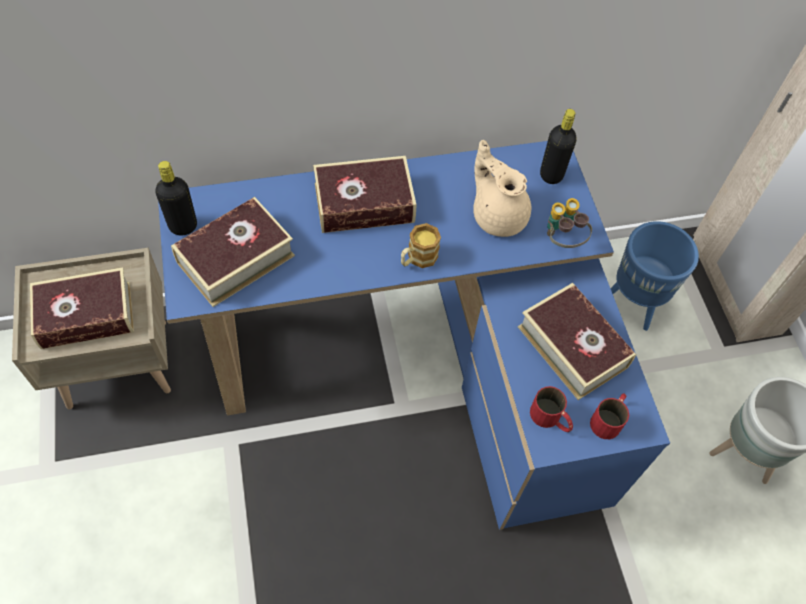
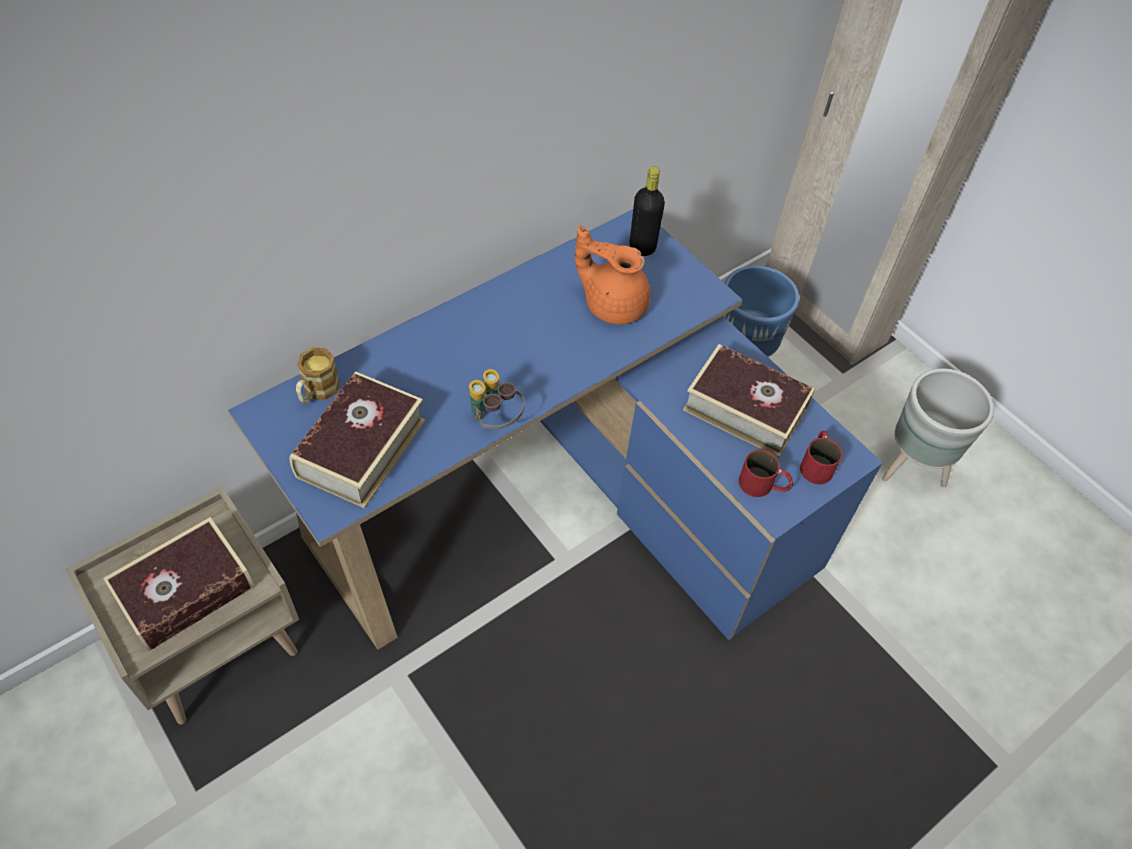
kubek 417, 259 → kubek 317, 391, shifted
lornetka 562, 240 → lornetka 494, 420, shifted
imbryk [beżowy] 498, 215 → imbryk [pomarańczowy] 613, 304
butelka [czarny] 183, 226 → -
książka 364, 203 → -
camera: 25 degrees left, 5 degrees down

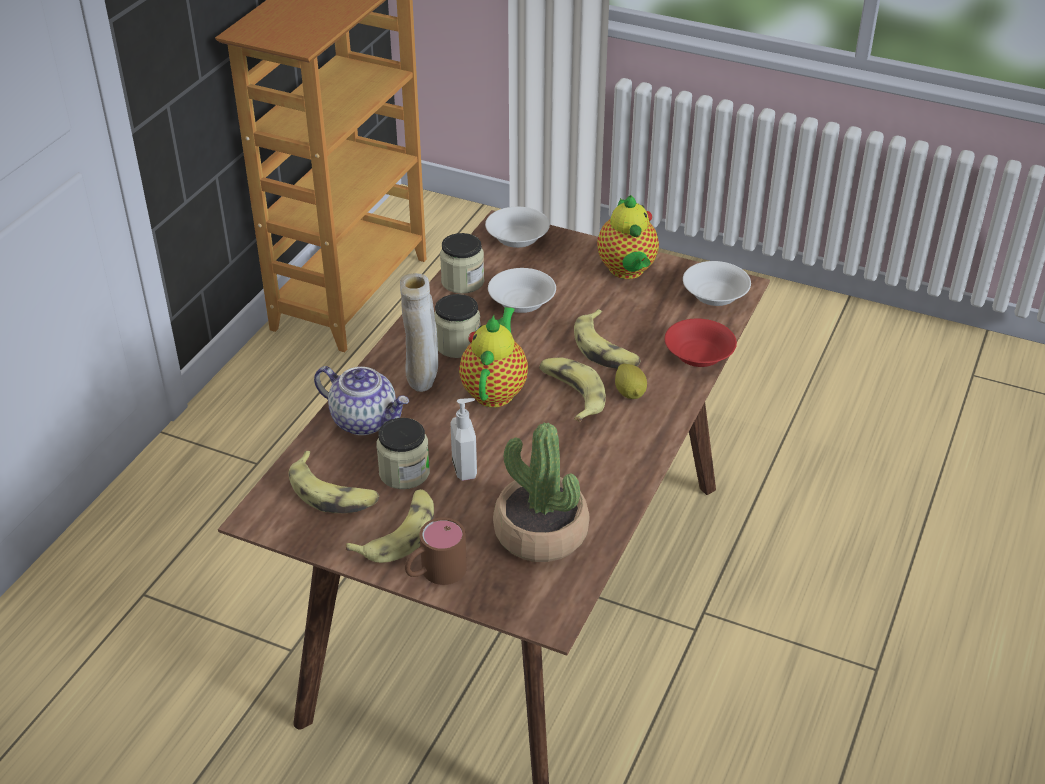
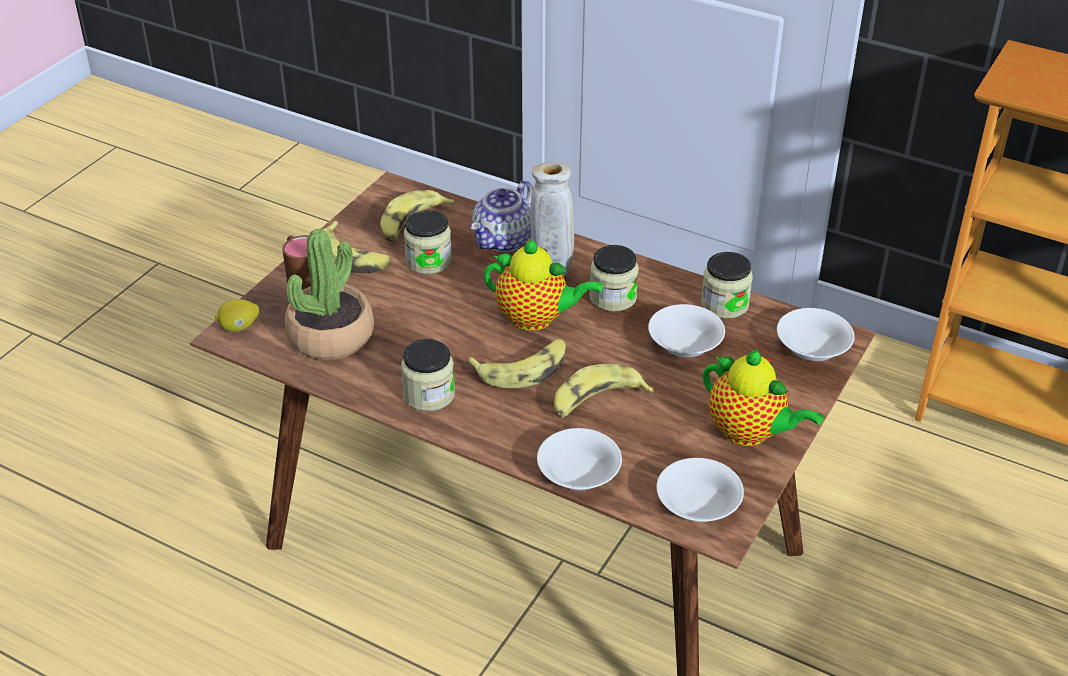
cytryna 630, 393 → cytryna 239, 327, shifted
- → słoik 429, 395
miska [czerwony] 697, 355 → miska [biały] 579, 473
imbryk 627, 271 → imbryk 750, 433, 135 degrees counterclockwise
dozownik mydła 465, 469 → -
camera: 95 degrees right, 0 degrees up

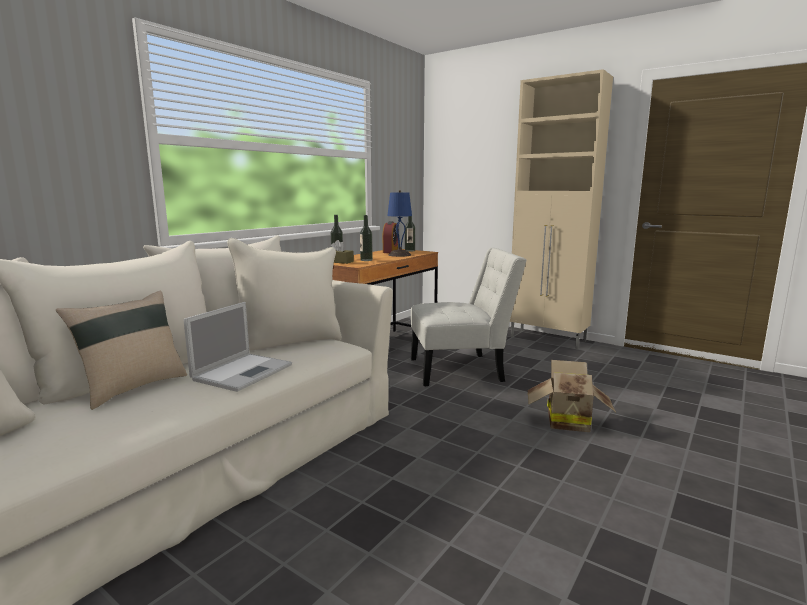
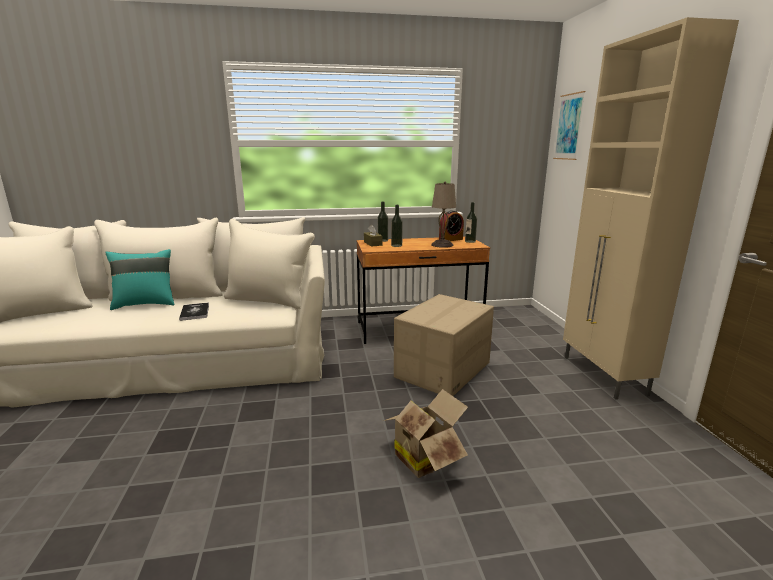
poduszka [beżowy] 133, 387 → poduszka [turkusowy] 146, 304
laptop 244, 372 → książka 195, 312
krzesło [biały] 461, 370 → karton 443, 370
lampa stołowa [niebieski] 400, 255 → lampa stołowa [beżowy] 442, 245
- → obraz 568, 127
camera: 45 degrees right, 5 degrees up

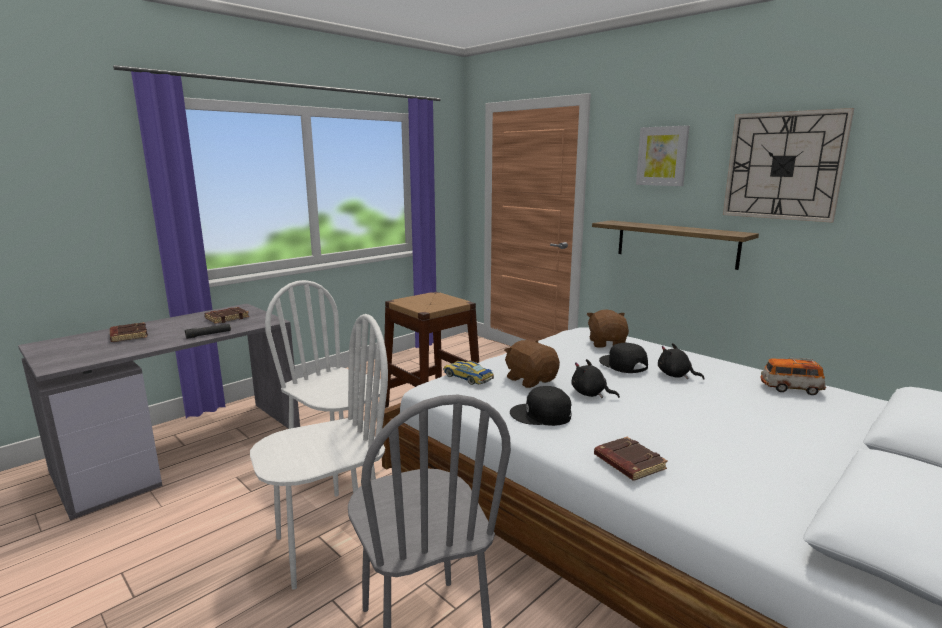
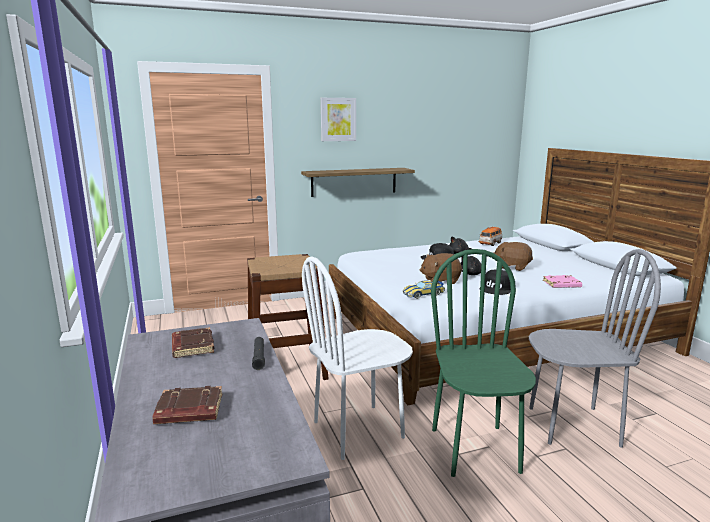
krzesło [biały] 329, 547 → krzesło [zielony] 475, 450
pluszak [brązowy] 607, 343 → pluszak [brązowy] 512, 267, shifted
książka [brązowy] 628, 463 → książka [różowy] 561, 284
zegar ścienny 783, 166 → -
camera: 65 degrees left, 0 degrees up

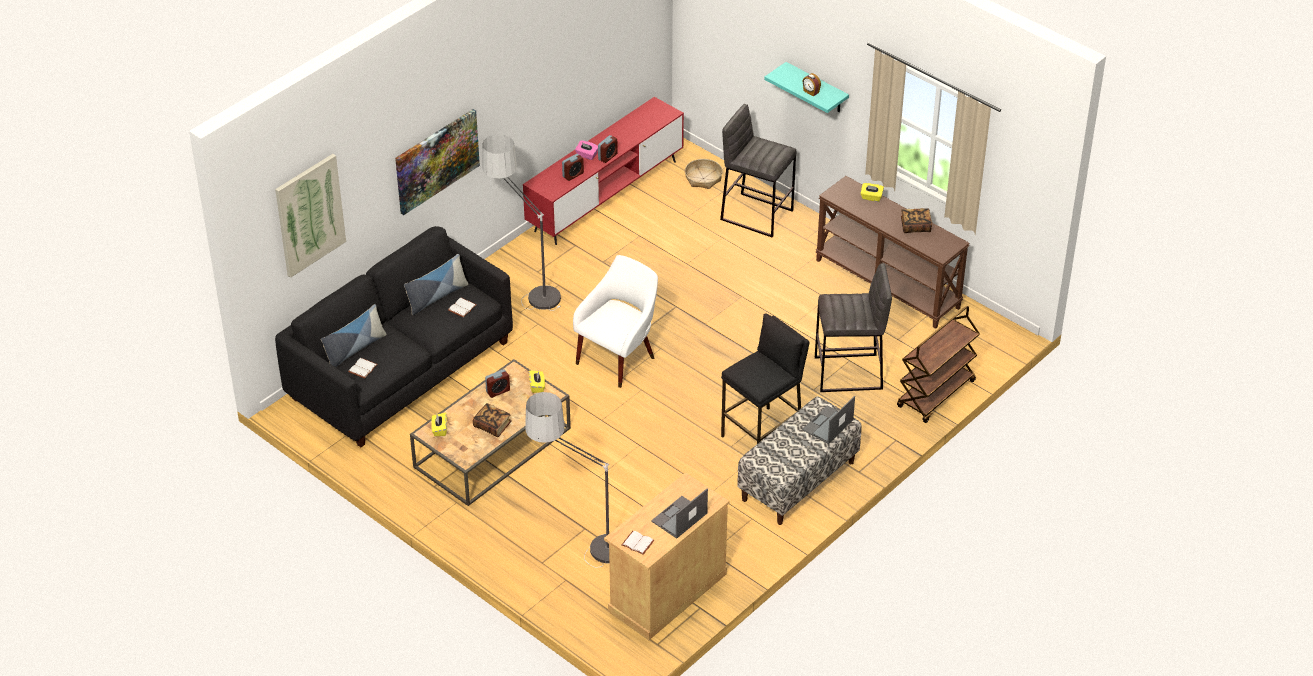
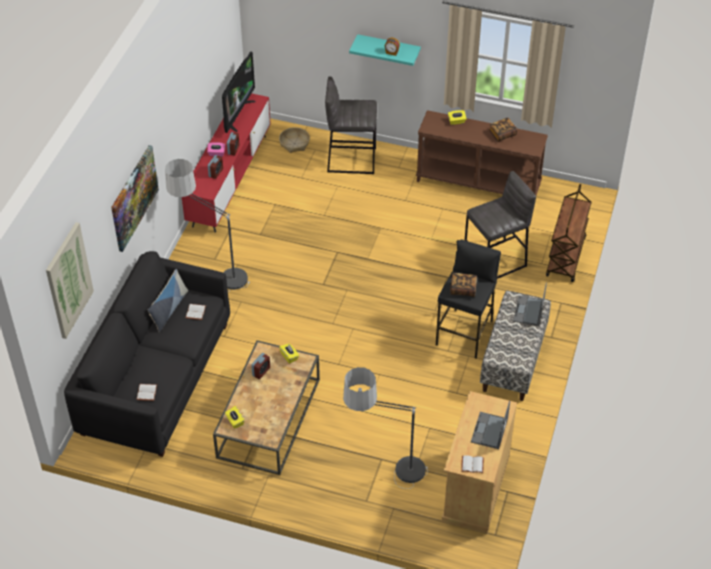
- → telewizor 237, 114
książka 492, 426 → książka 463, 289, shifted
poduszka 355, 349 → -
fotel [biały] 618, 357 → -
camera: 25 degrees left, 5 degrees up

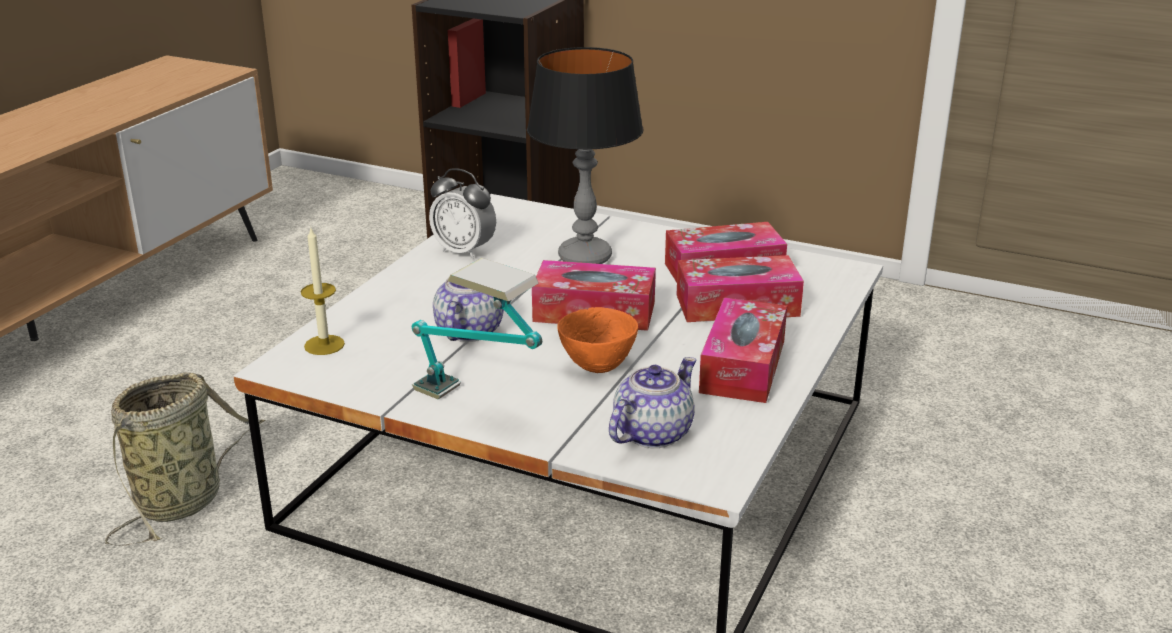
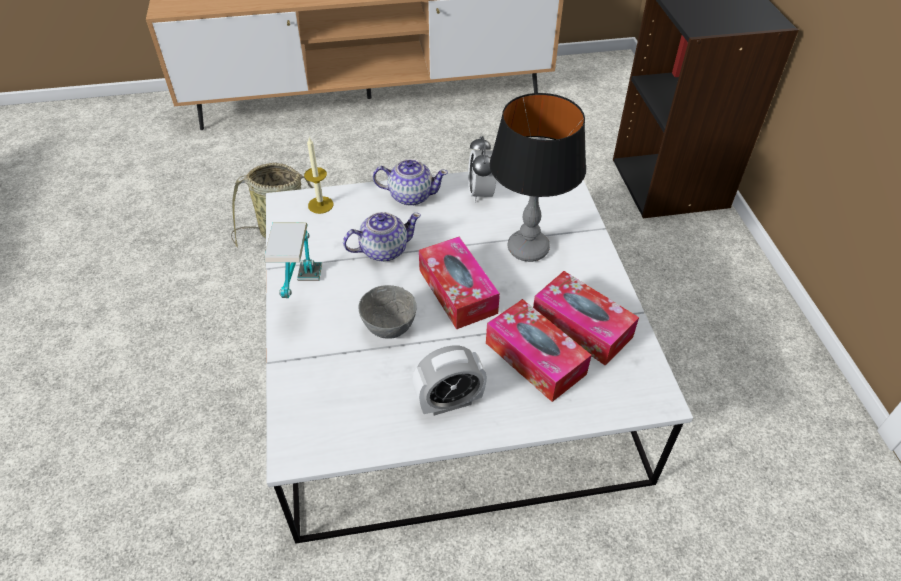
miska [pomarańczowy] 598, 367 → miska [szary] 388, 329
imbryk 651, 433 → imbryk 410, 195, shifted
pudełko chusteczek 743, 366 → budzik 449, 402
camera: 55 degrees right, 20 degrees up

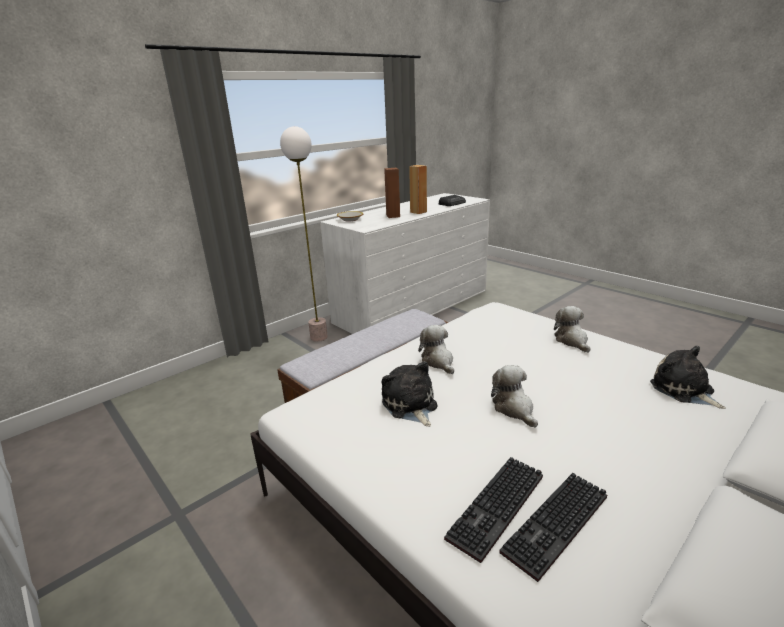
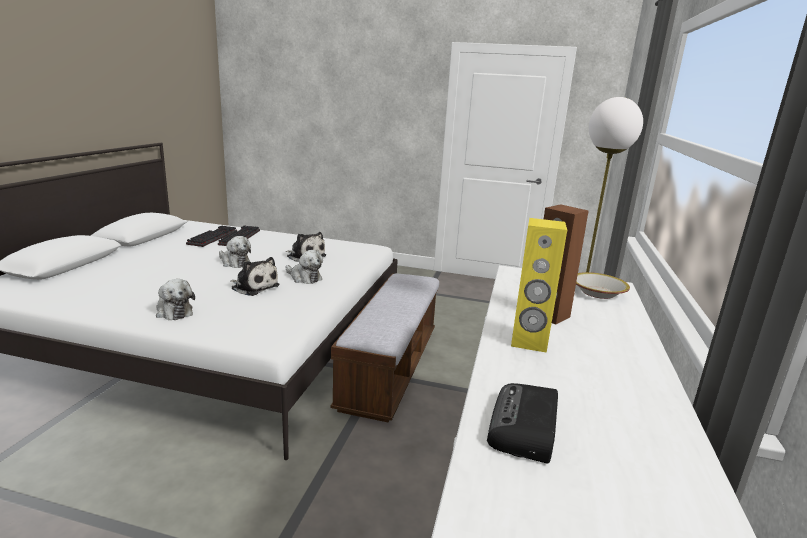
pluszak 684, 390 → pluszak 254, 287, shifted
głośnik [brązowy] 418, 212 → głośnik [żółty] 529, 342
camera: 145 degrees right, 5 degrees down

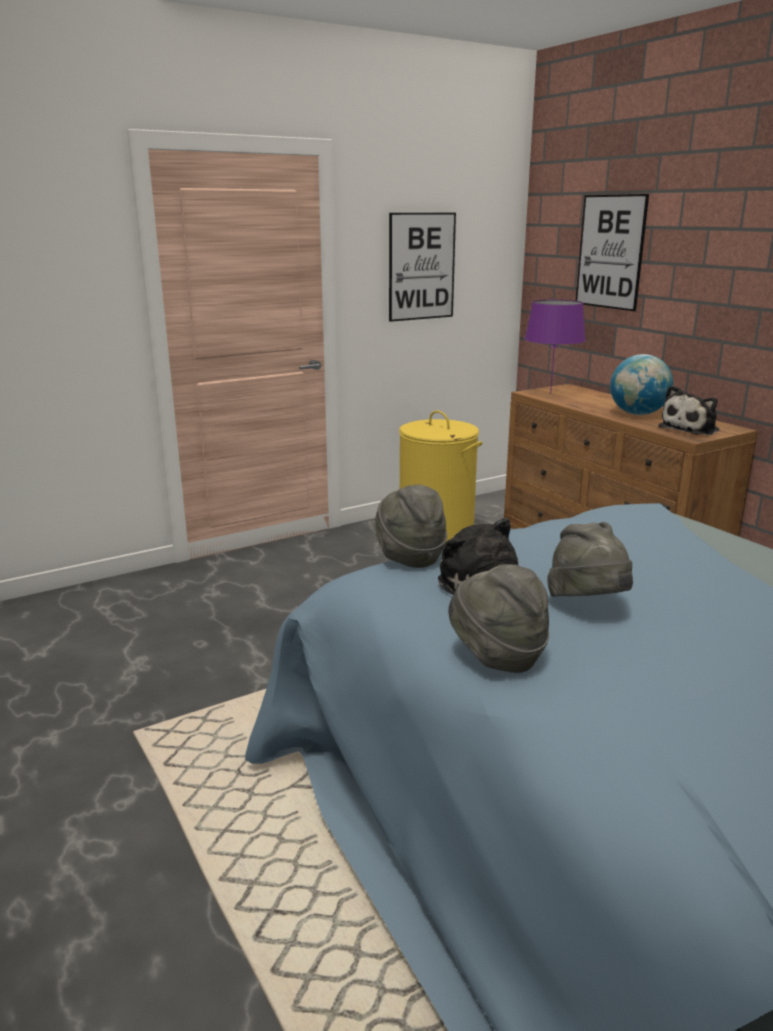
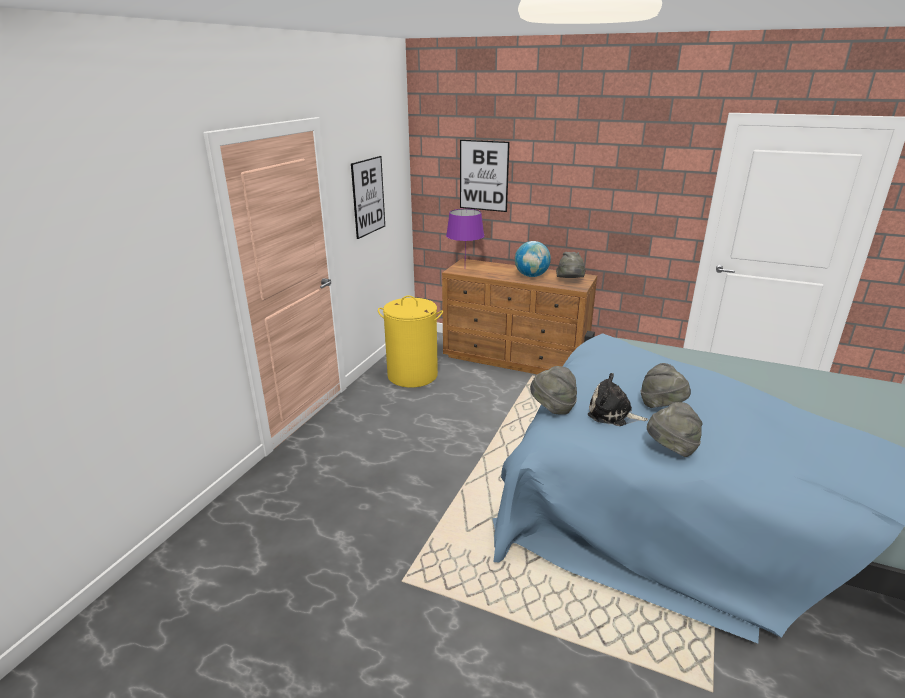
pluszak 691, 429 → kapelusz [szary] 570, 281
camera: 35 degrees left, 5 degrees up

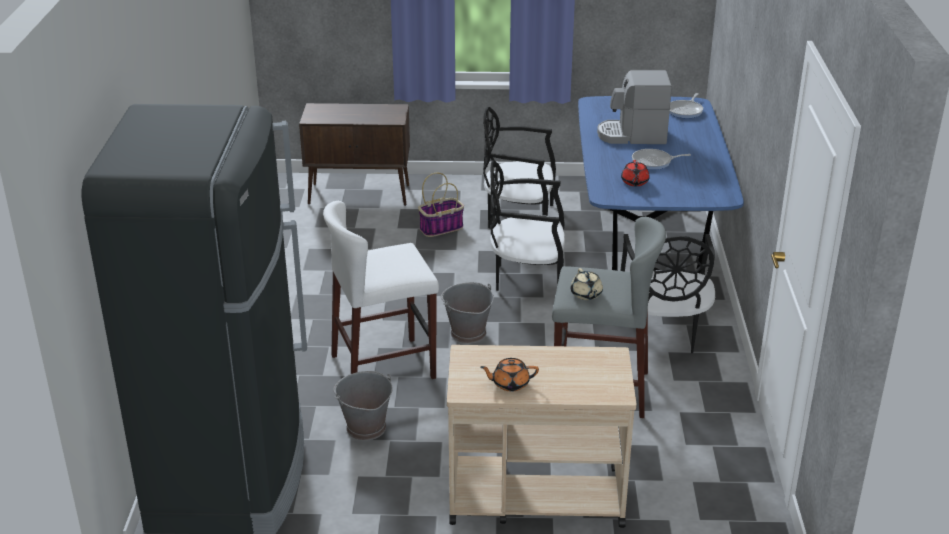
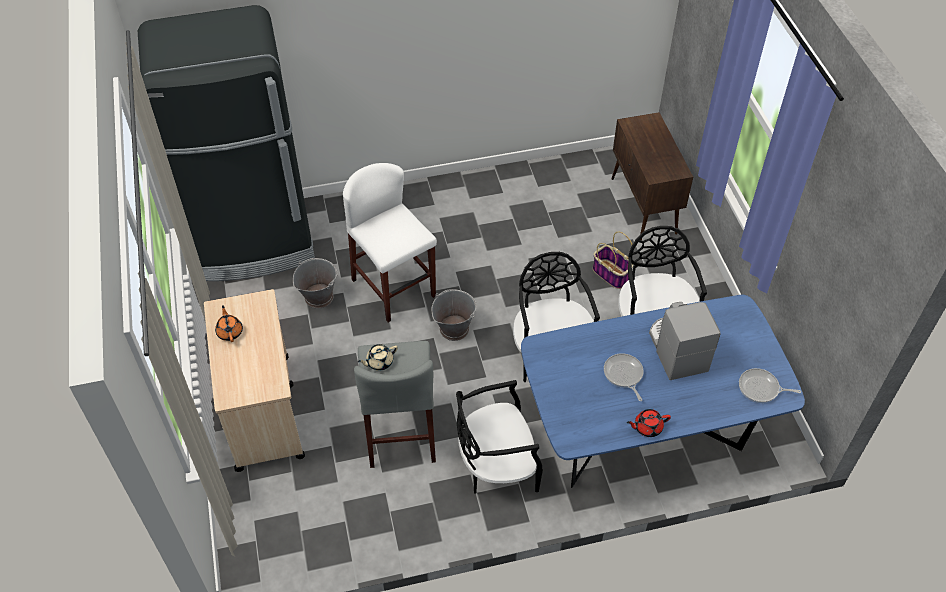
imbryk [czerwony] 634, 182 → imbryk [czerwony] 647, 427, shifted
camera: 75 degrees right, 20 degrees up

